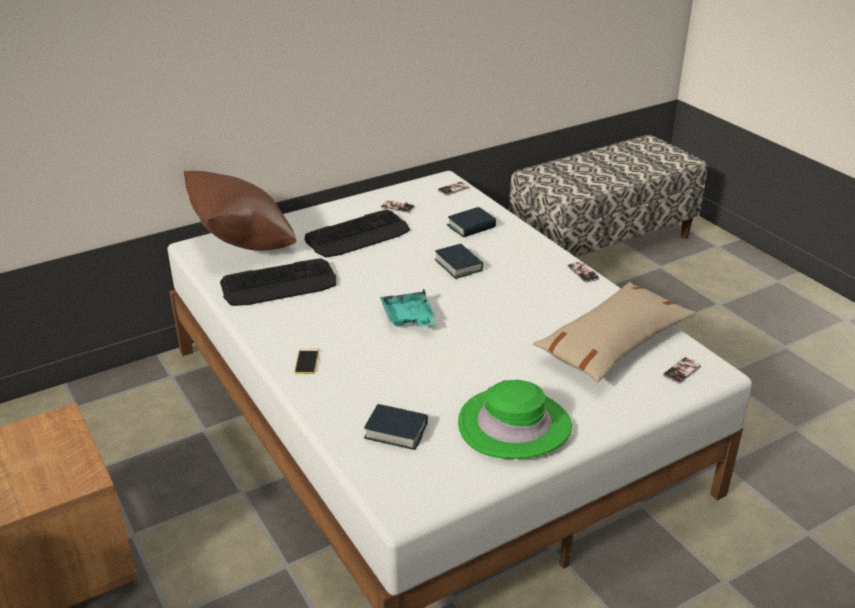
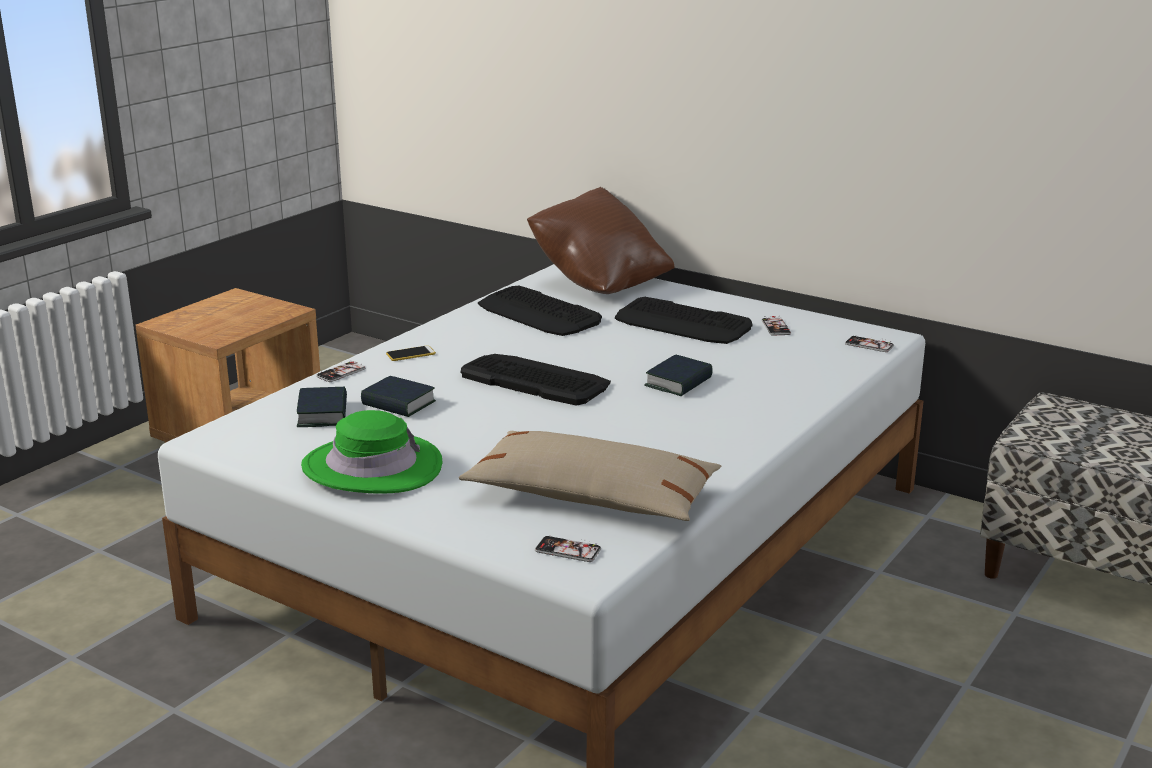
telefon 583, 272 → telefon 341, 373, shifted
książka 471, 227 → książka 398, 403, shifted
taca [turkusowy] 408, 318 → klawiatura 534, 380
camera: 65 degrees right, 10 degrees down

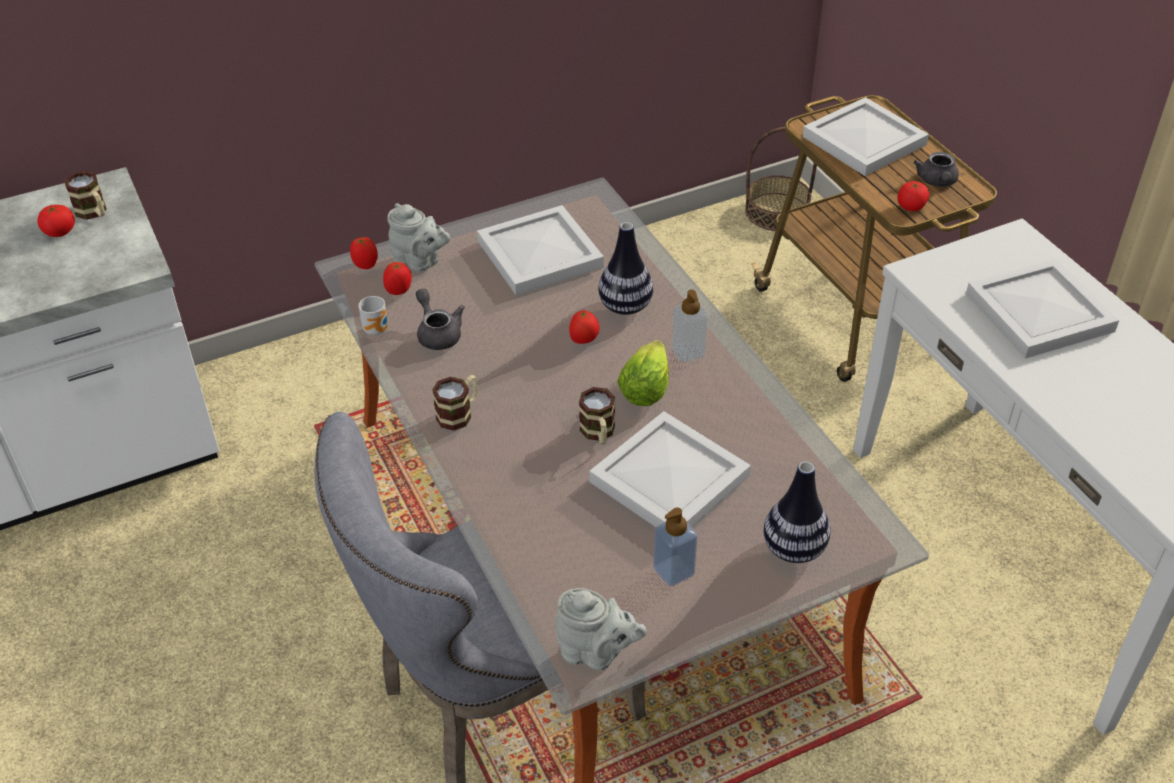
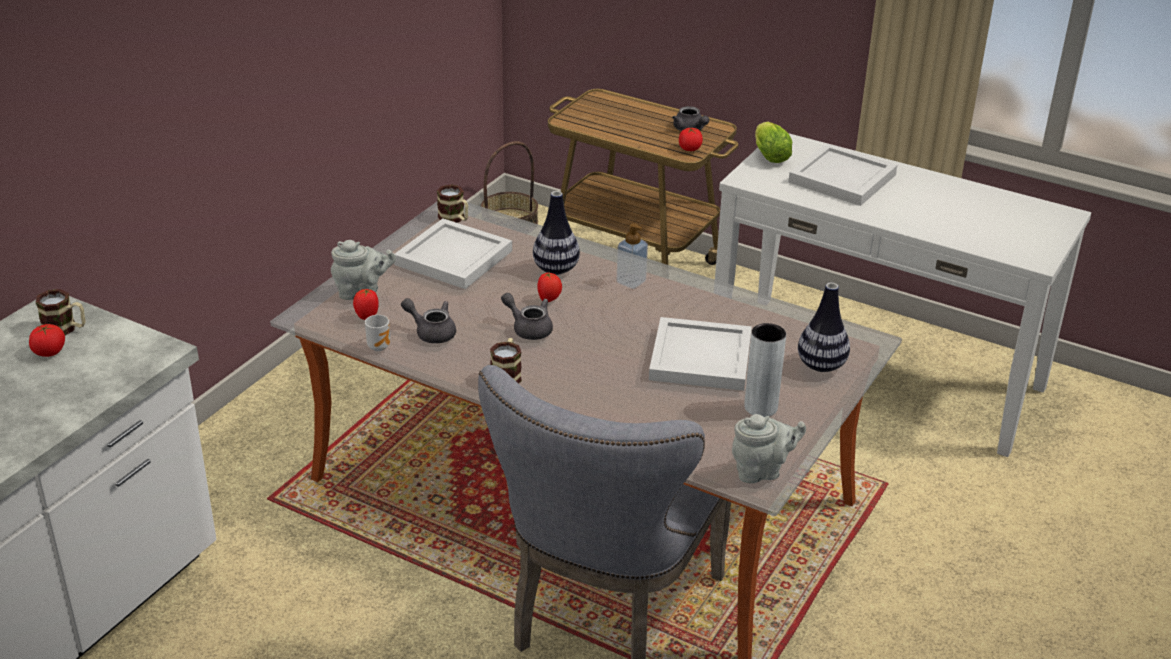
kubek 598, 433 → kubek 455, 219, shifted
- → imbryk [szary] 528, 328
dozownik mydła 673, 571 → wazon [szary] 760, 407
sałata 646, 387 → sałata 769, 155, shifted
pomidor 365, 265 → -
taca [biały] 864, 139 → -
camera: 35 degrees left, 10 degrees down

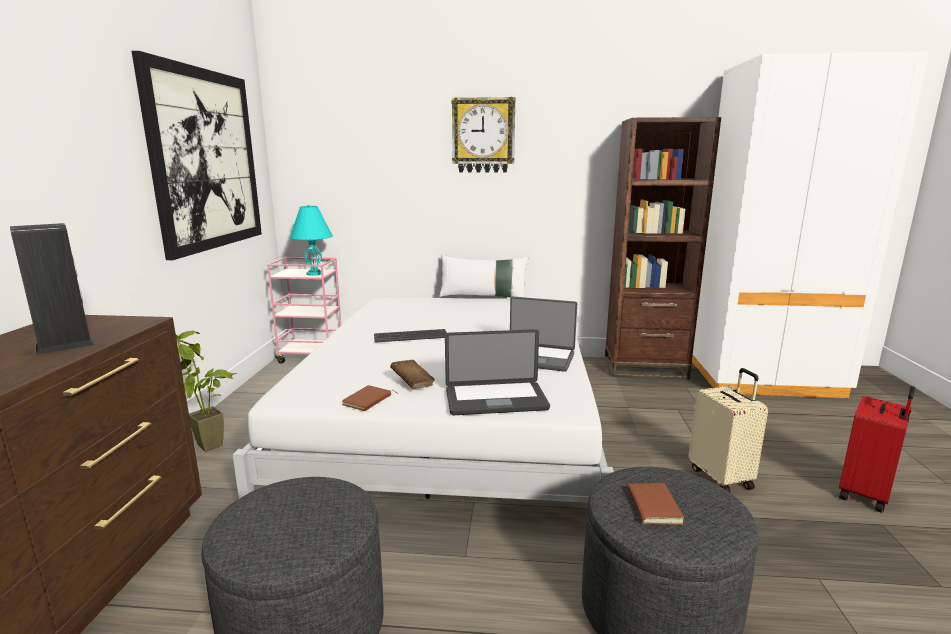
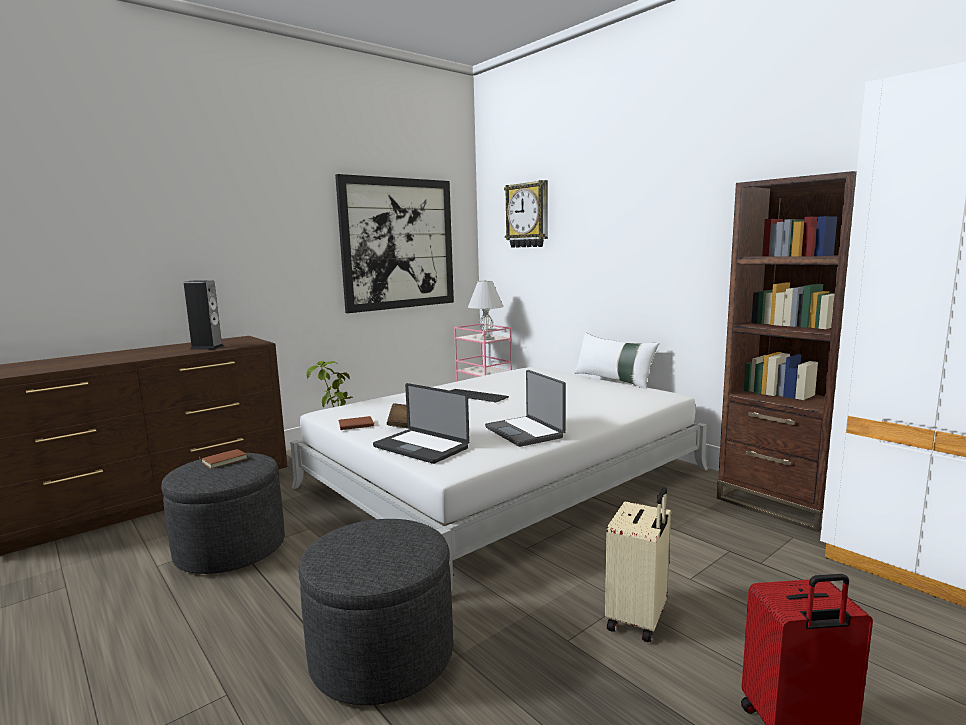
książka [brązowy] 651, 506 → książka [brązowy] 224, 460, shifted
lampa stołowa [turkusowy] 314, 274 → lampa stołowa [biały] 486, 339
zegar ścienny 483, 135 → zegar ścienny 528, 215, shifted
camera: 45 degrees right, 5 degrees down

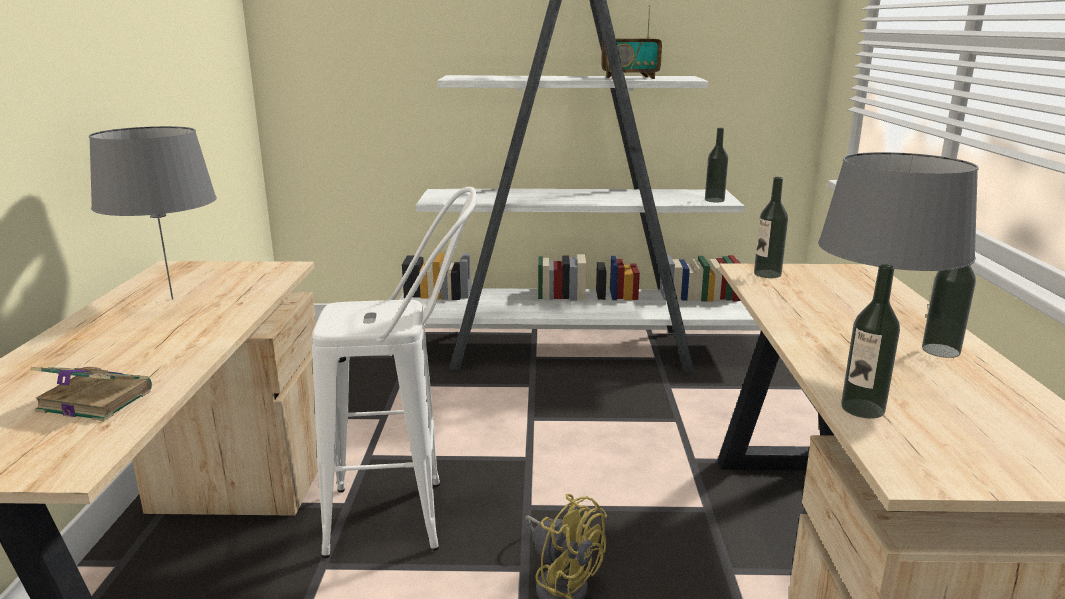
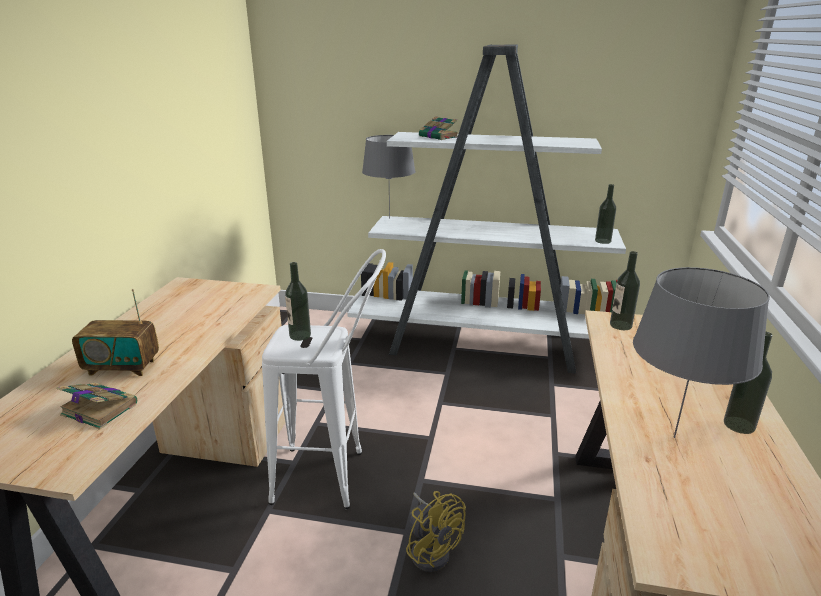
radio 630, 78 → radio 123, 367, shifted
butelka 862, 408 → butelka 300, 335, shifted
lampa stołowa [szary] 172, 299 → lampa stołowa [szary] 389, 218, shifted
- → książka 439, 137
camera: 10 degrees right, 5 degrees up

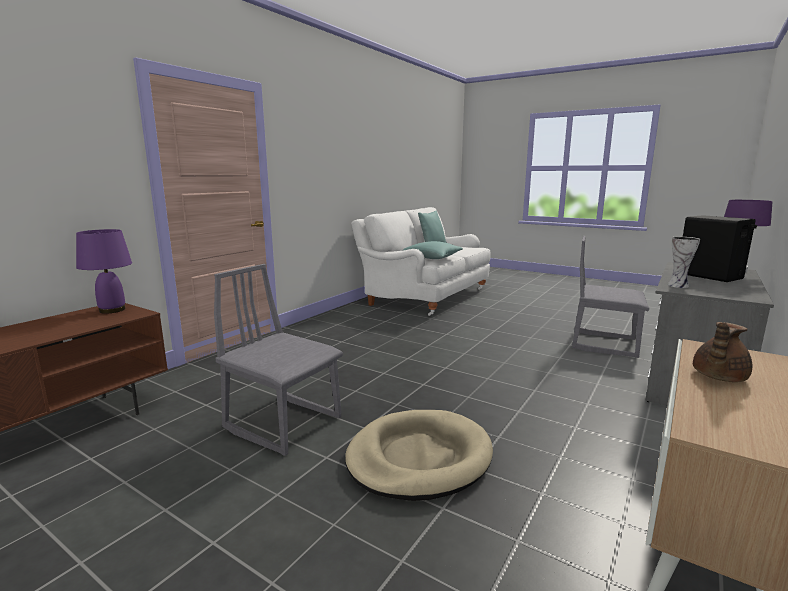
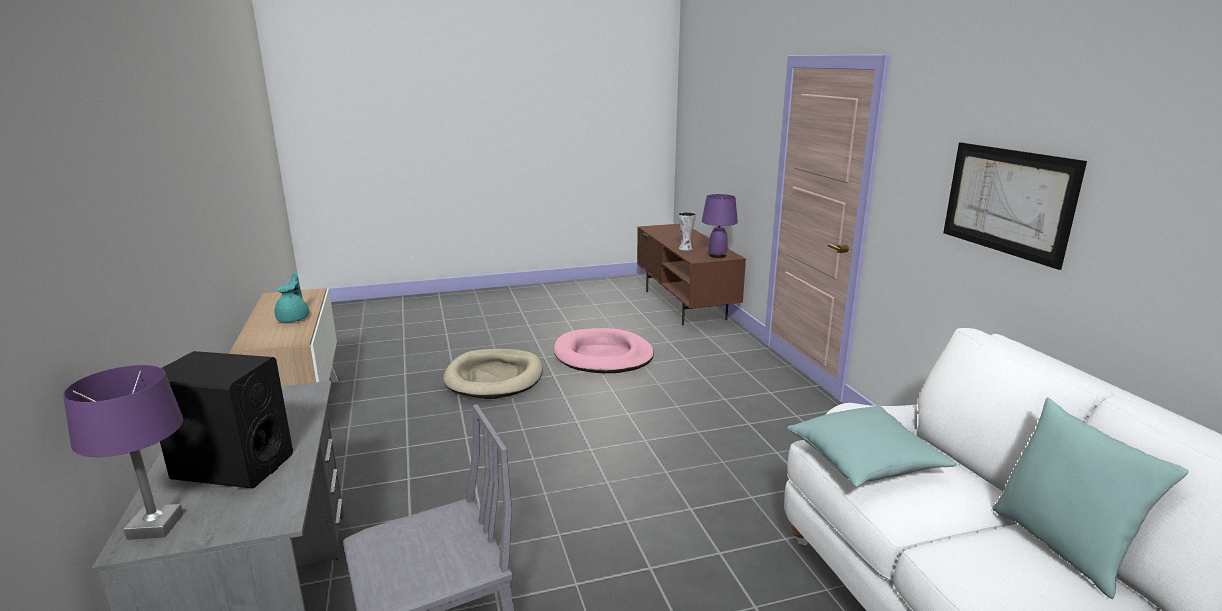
imbryk [brązowy] 717, 377 → imbryk [turkusowy] 294, 318
krzesło [szary] 284, 423 → legowisko [różowy] 603, 356
wazon 678, 285 → wazon 685, 249, shifted
- → obraz 1007, 201
camera: 130 degrees right, 5 degrees up

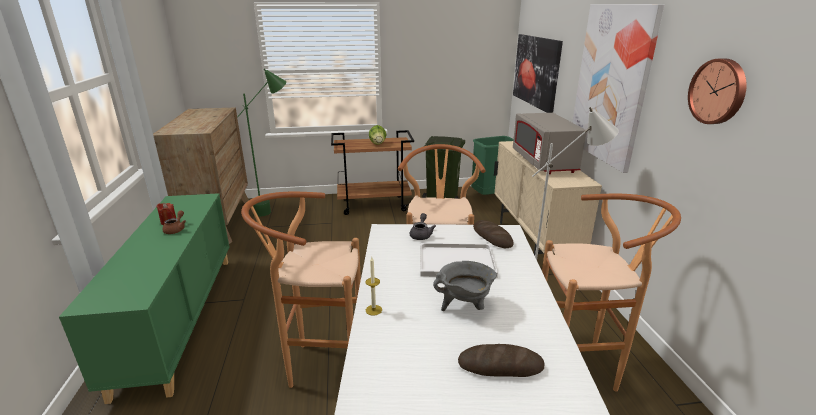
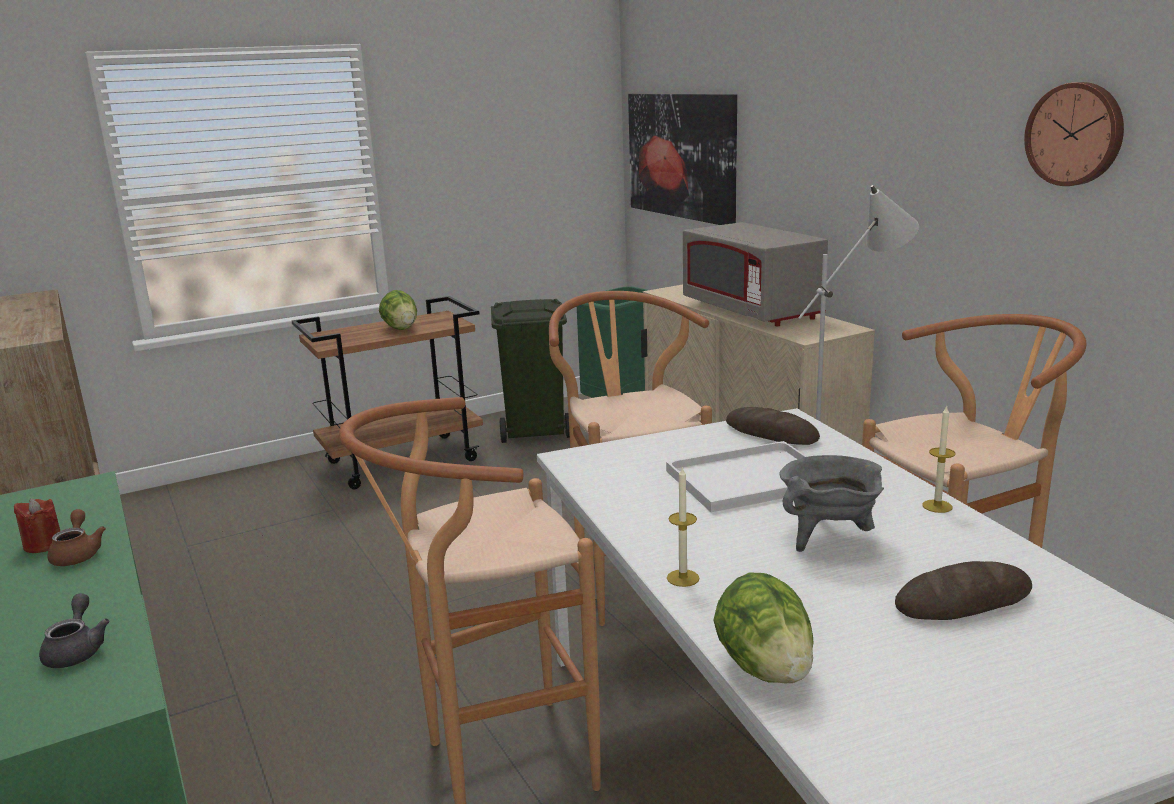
imbryk [szary] 421, 234 → imbryk [szary] 77, 650, shifted
- → sałata 765, 668
- → świeca 937, 506
lampa stojąca [zielony] 276, 208 → -
obraz 612, 84 → -
camera: 20 degrees left, 5 degrees down

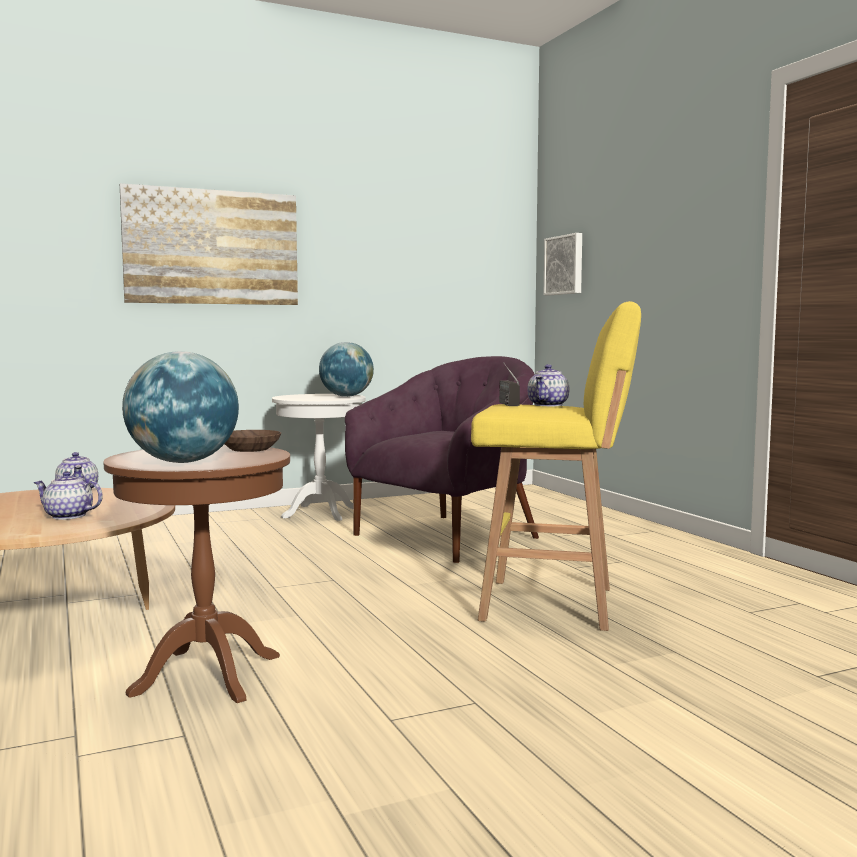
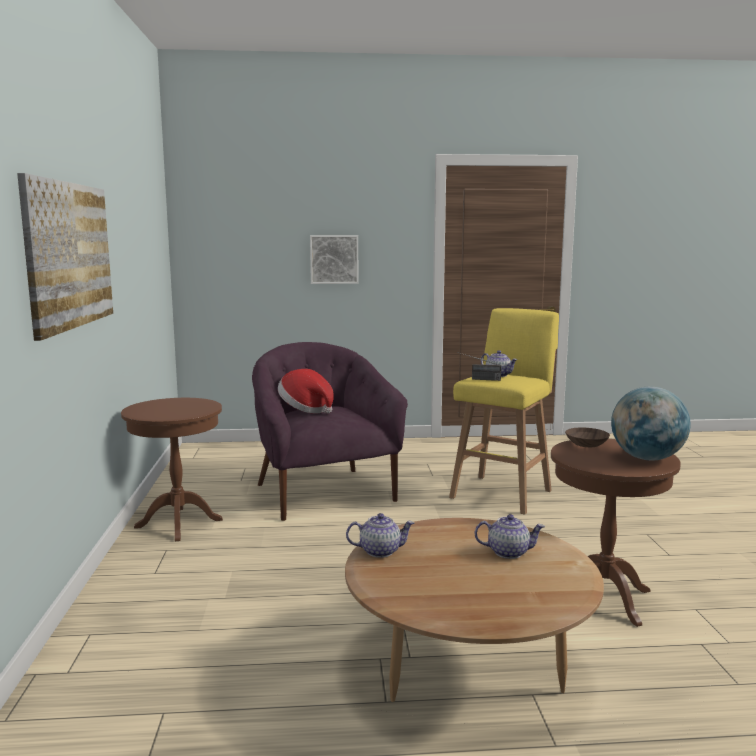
stolik [biały] 320, 513 → stolik [brązowy] 179, 523
- → kapelusz 306, 409
obraz 565, 265 → obraz 334, 259, shifted
imbryk 67, 516 → imbryk 508, 552, 120 degrees counterclockwise
globus 346, 396 → -
camera: 70 degrees left, 5 degrees up

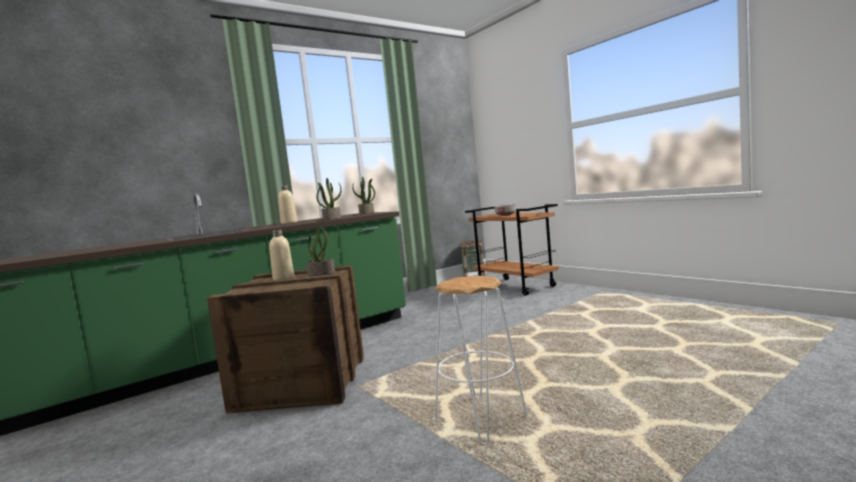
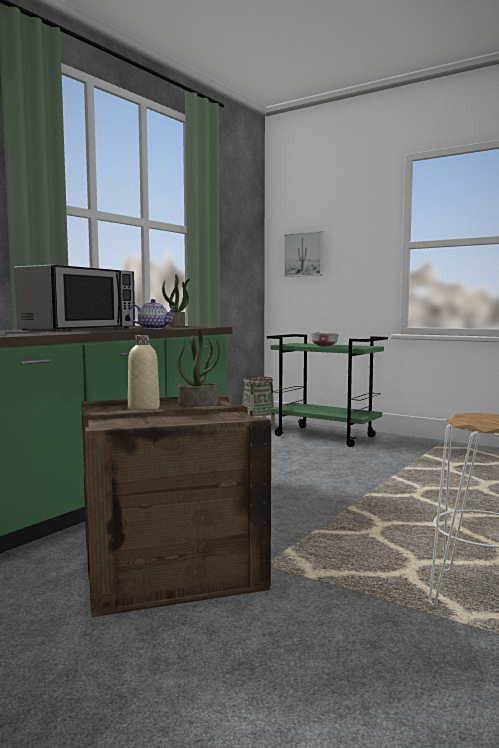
butelka [beżowy] 289, 223 → mikrofalówka 80, 328
roślina doniczkowa 332, 219 → imbryk 153, 328
wózek [brązowy] 516, 287 → wózek [zielony] 326, 436
- → obraz 304, 254
camera: 20 degrees left, 0 degrees up

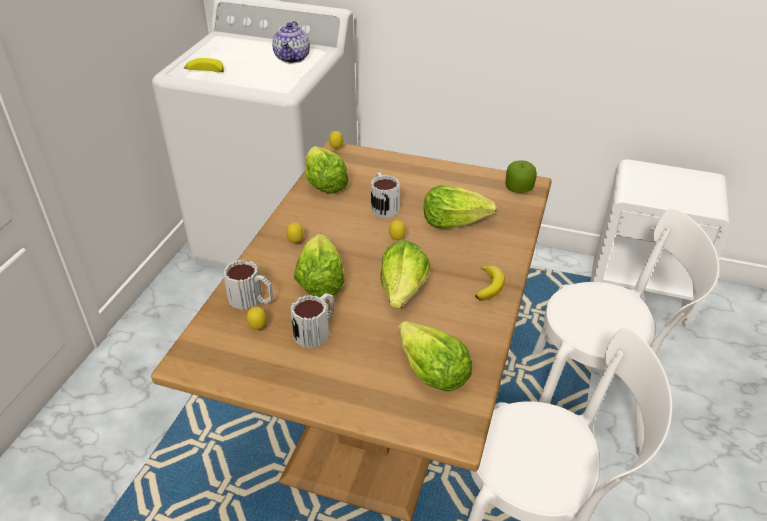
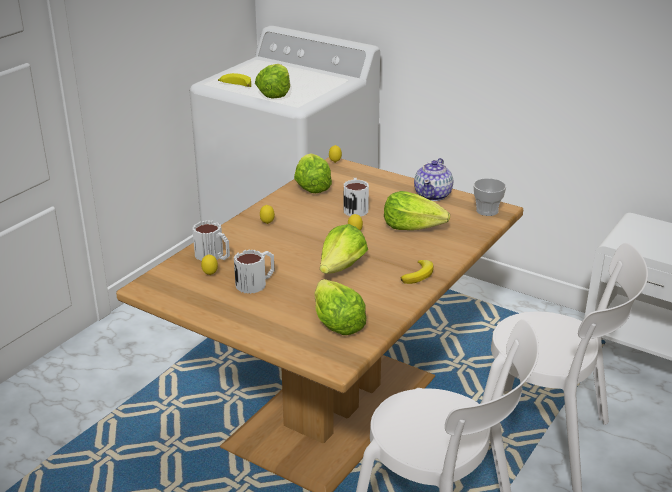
sałata 320, 281 → sałata 274, 93, shifted
imbryk 293, 58 → imbryk 433, 195, shifted
jabłko 519, 188 → filiżanka 487, 211
camera: 15 degrees right, 10 degrees down

